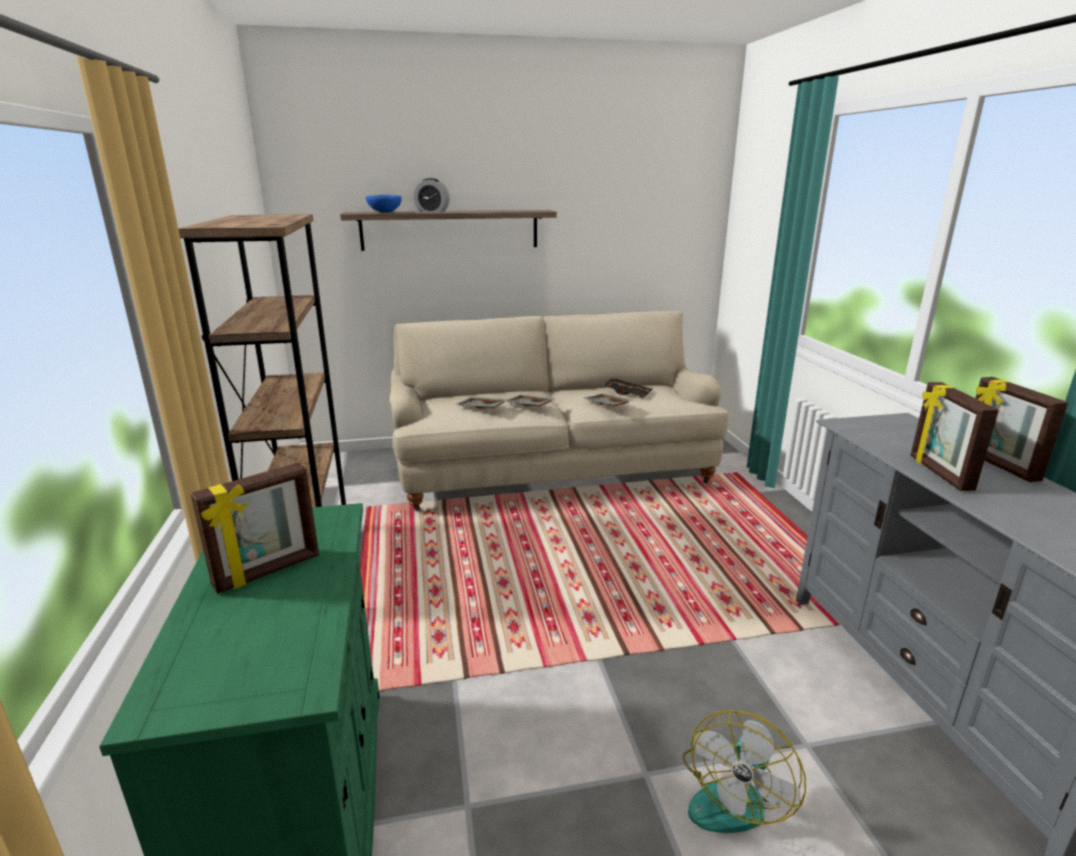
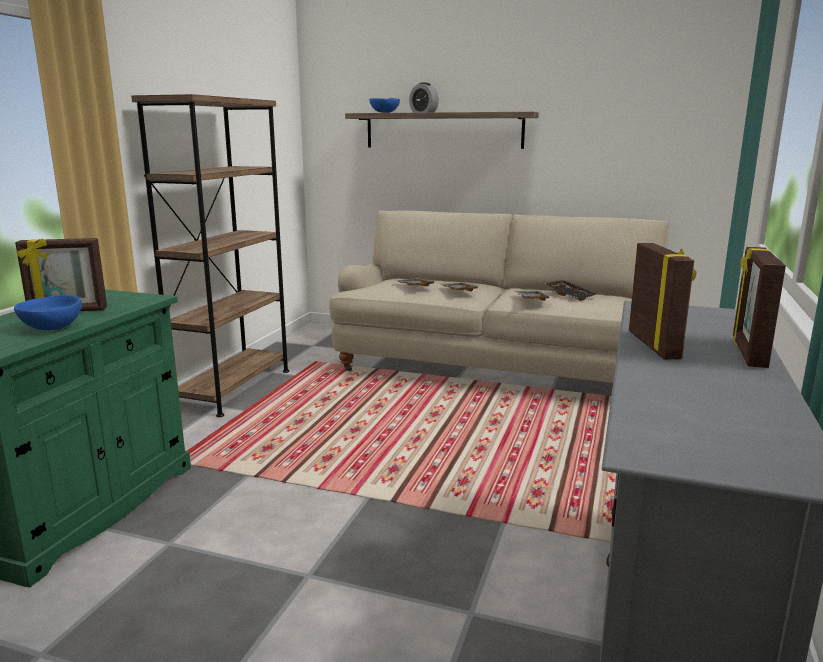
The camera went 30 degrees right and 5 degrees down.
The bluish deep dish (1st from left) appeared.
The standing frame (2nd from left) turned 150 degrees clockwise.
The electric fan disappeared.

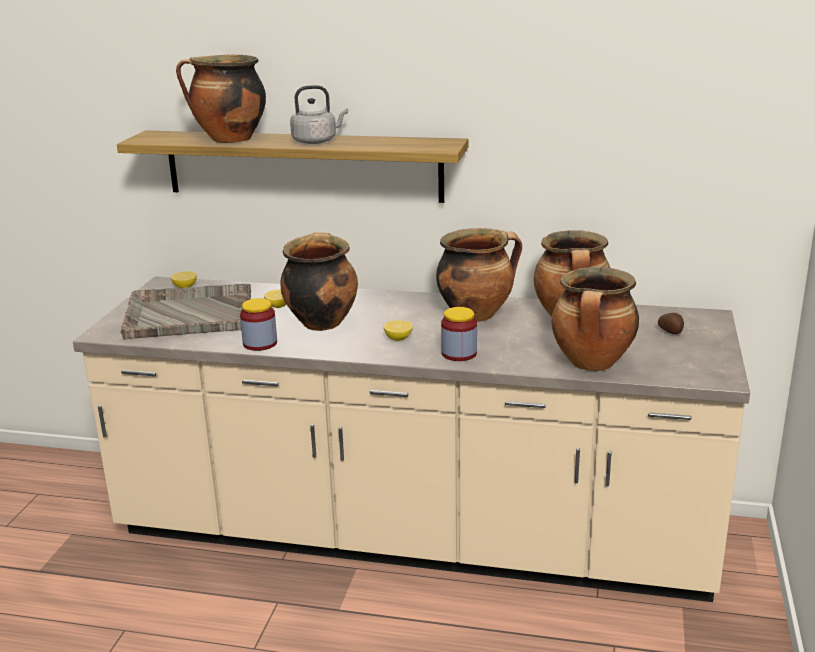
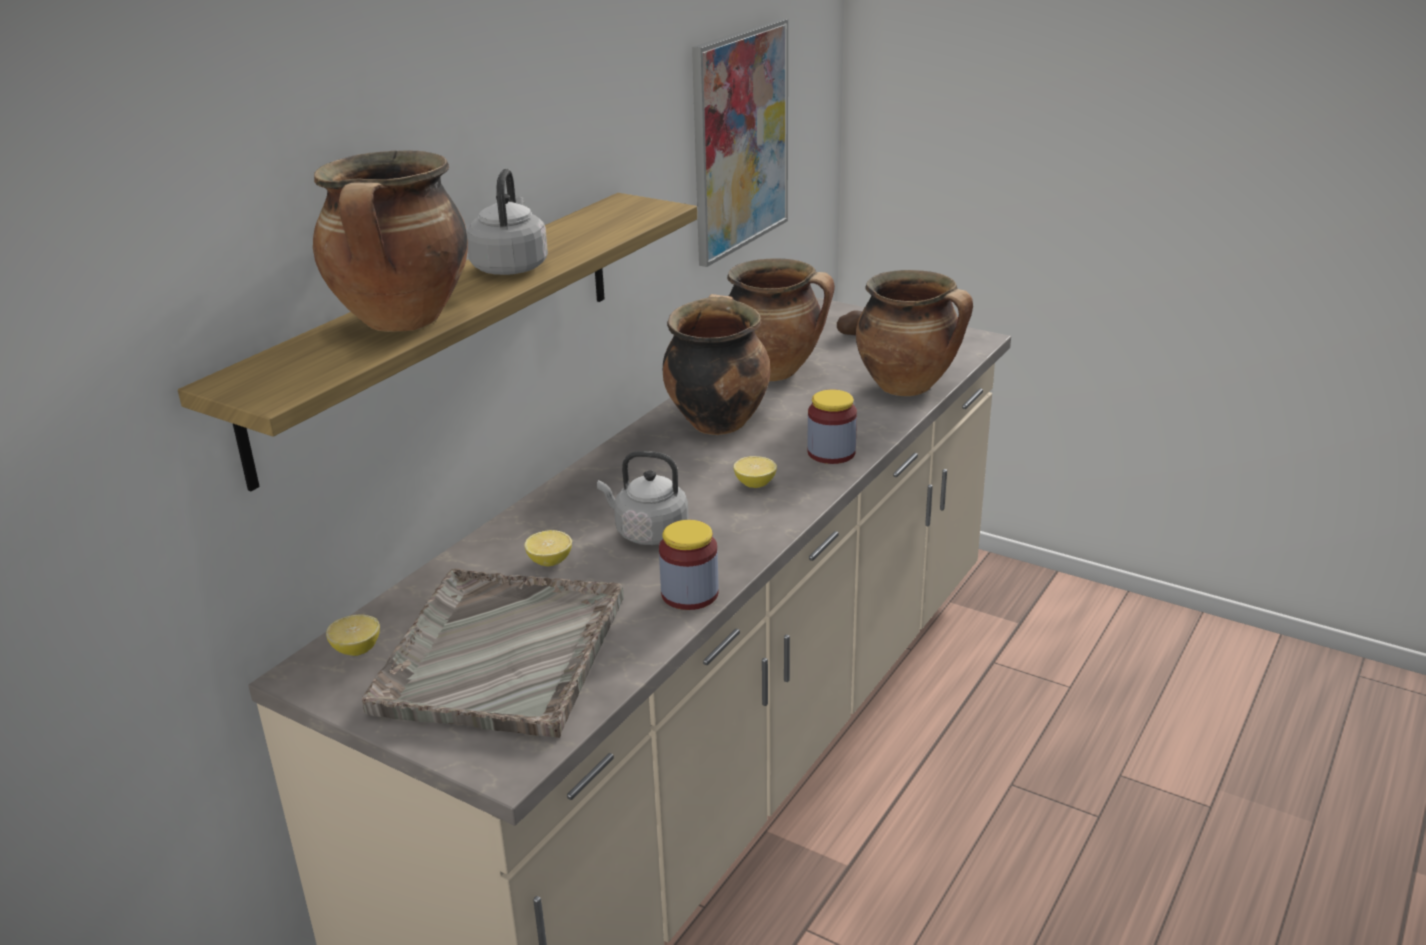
The camera went 70 degrees left and 5 degrees up.
The saucepot (2nd from left) was replaced by the grey kettle (2nd from left).
The picture appeared.

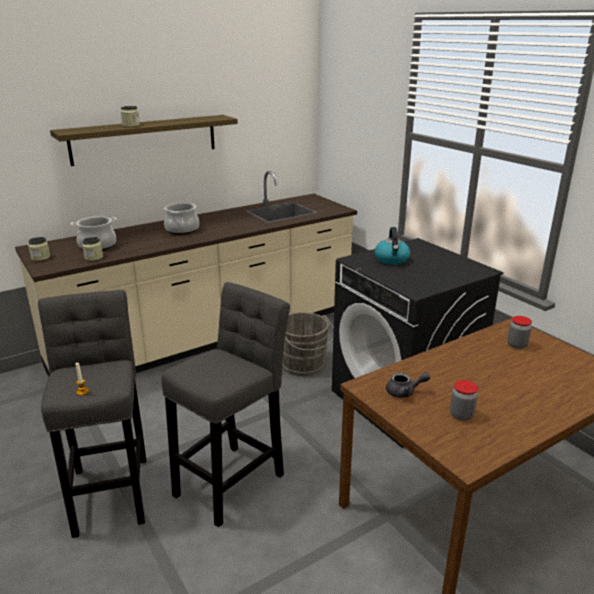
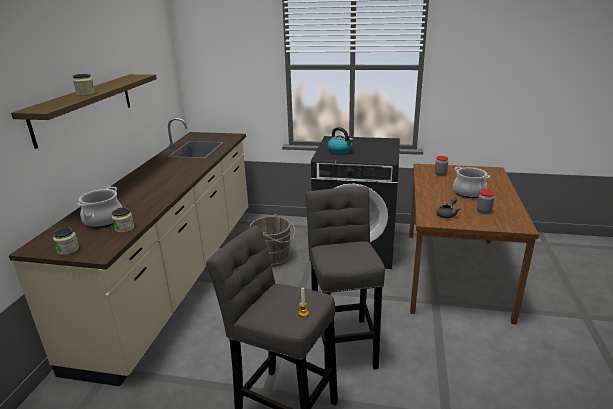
The camera went 45 degrees left and 0 degrees up.
The saucepot (2nd from left) moved.

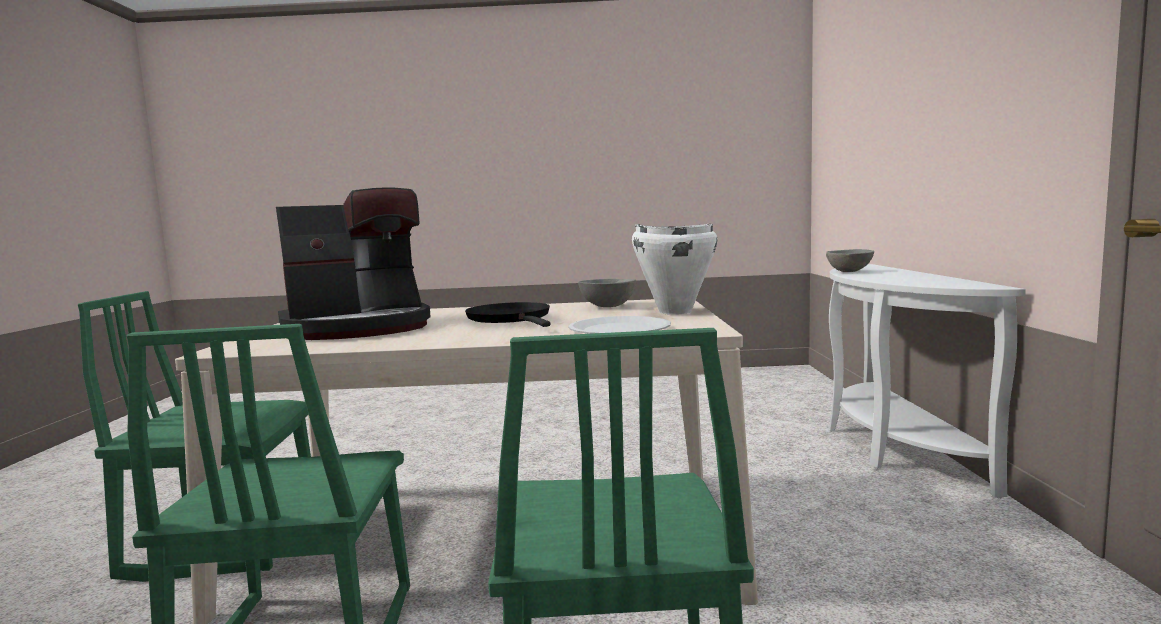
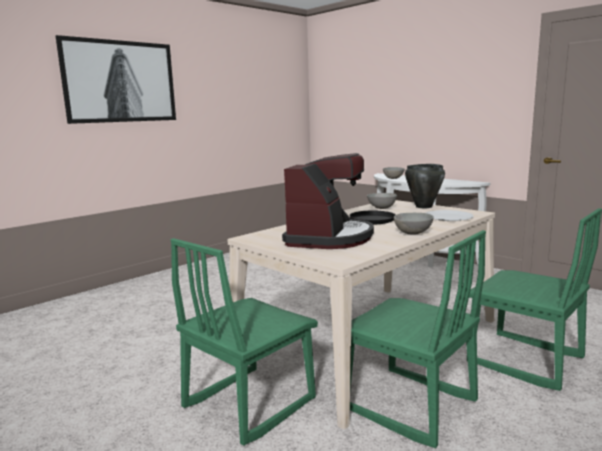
The camera went 45 degrees left and 5 degrees up.
The picture appeared.
The grey deep dish (3rd from left) appeared.
The white-coloured saucepot became the black saucepot.

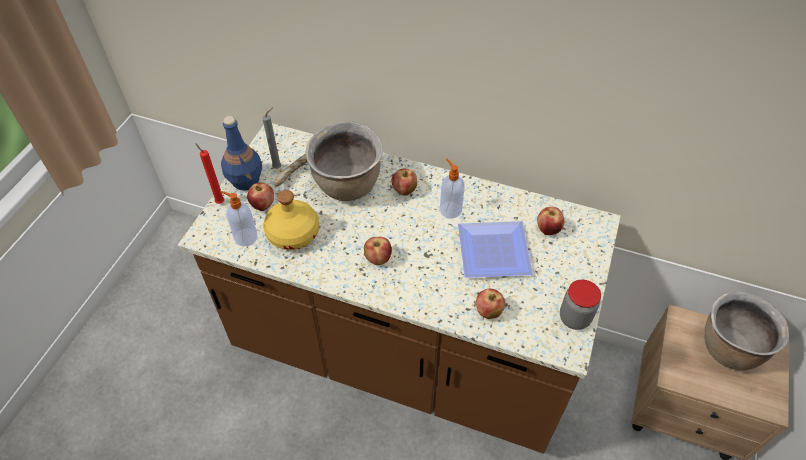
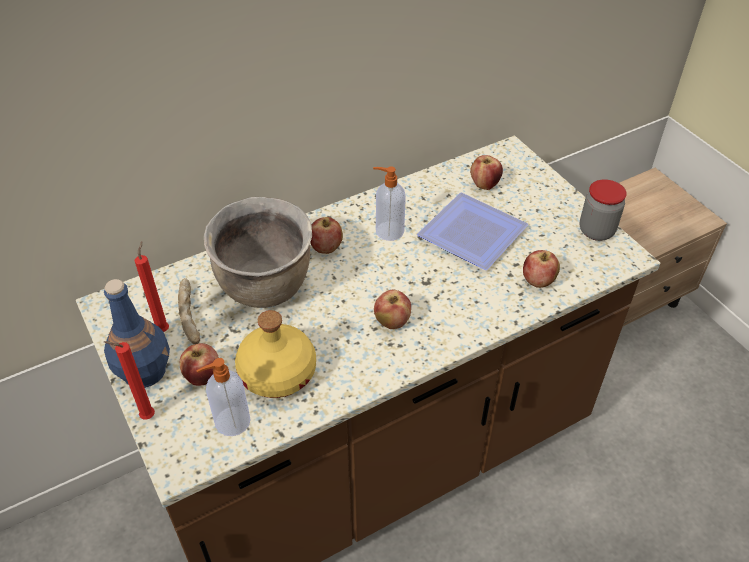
The camera went 50 degrees left and 5 degrees down.
The grey wax light became the reddish wax light (2nd from left).
The brownish saucepot (2nd from left) disappeared.

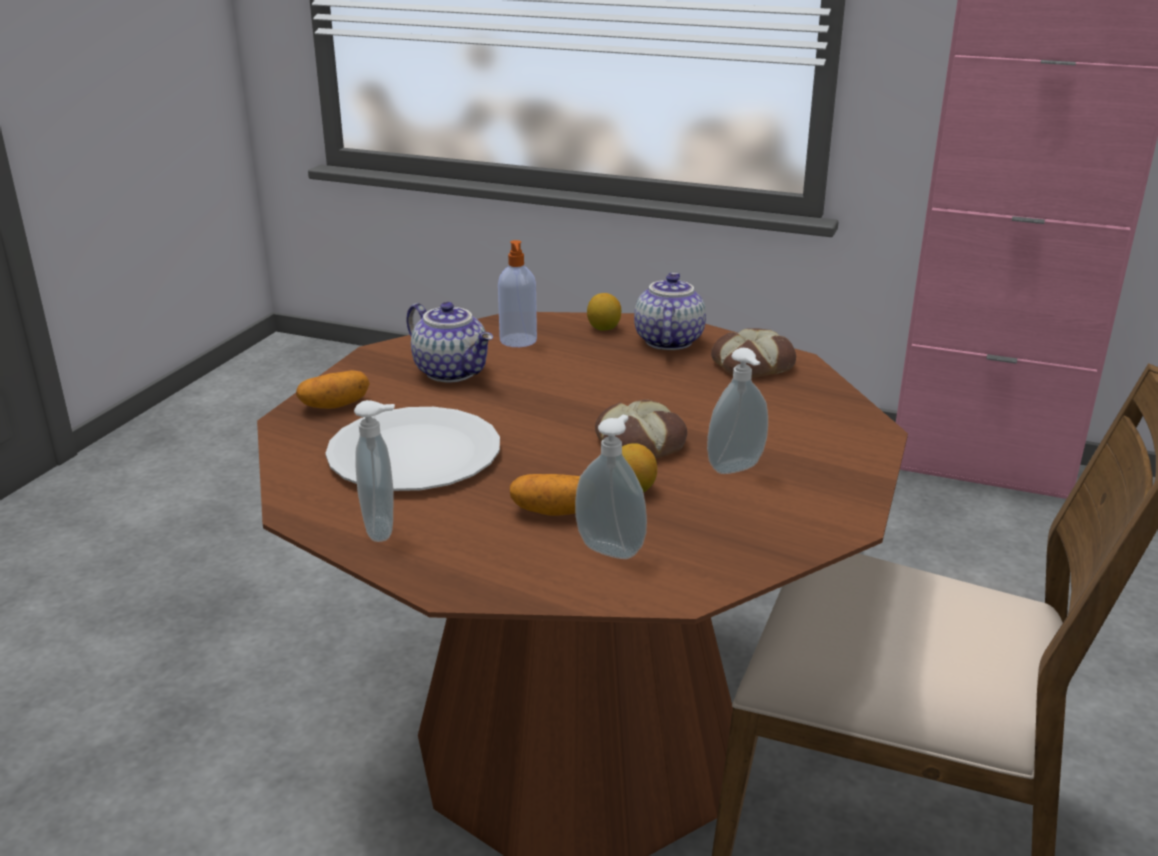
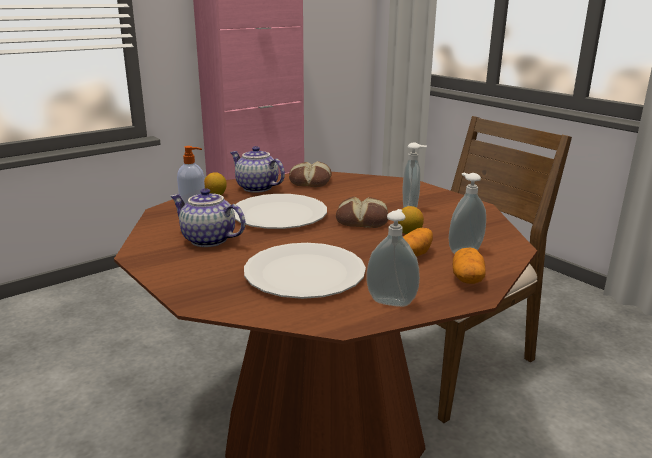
The camera went 60 degrees left and 5 degrees down.
The pot for tea (1st from left) turned 135 degrees counterclockwise.
The white-coloured flat dish (1st from left) appeared.
The whole potato (1st from left in the first image) moved.

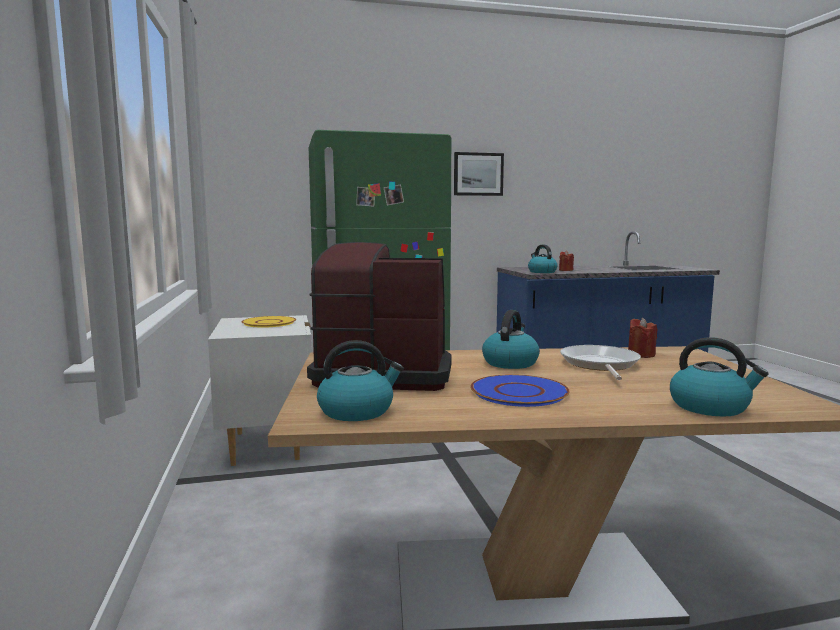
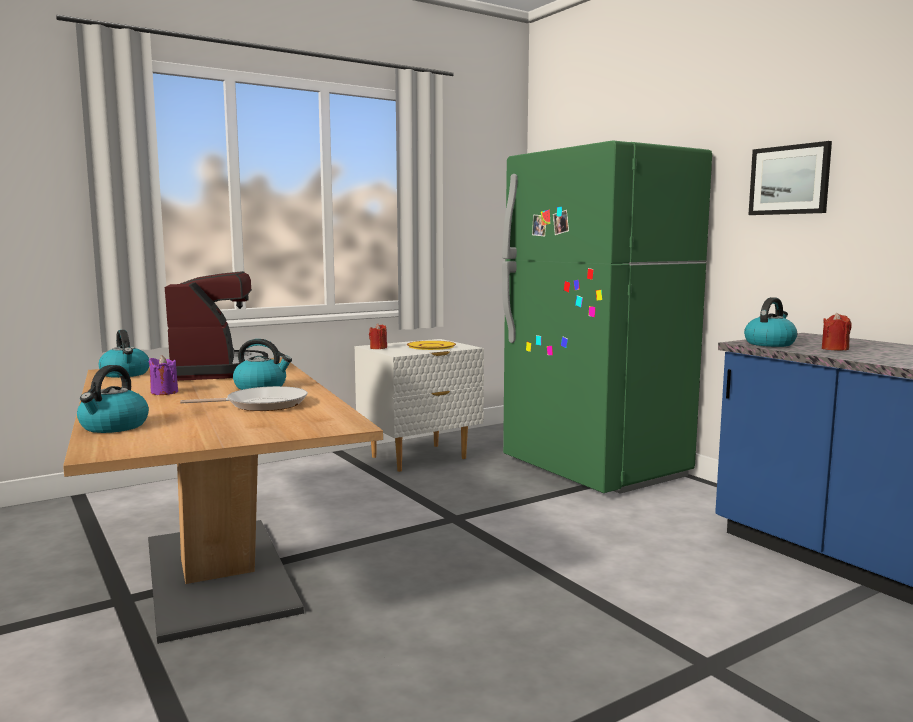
The camera went 70 degrees right and 0 degrees up.
The bluish flat dish was replaced by the purplish wax light.
The reddish wax light (2nd from left in the first image) moved.

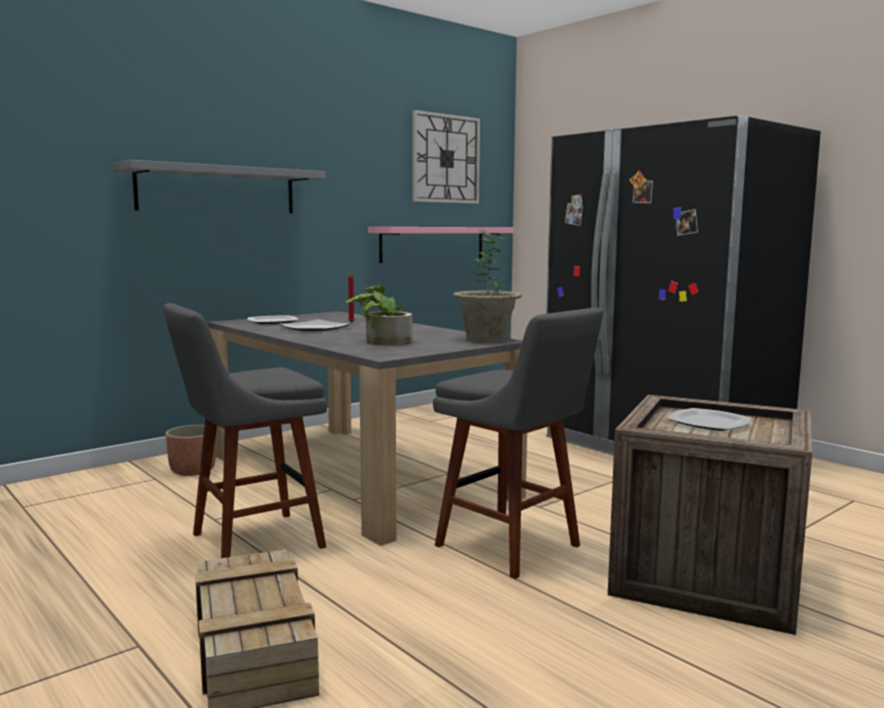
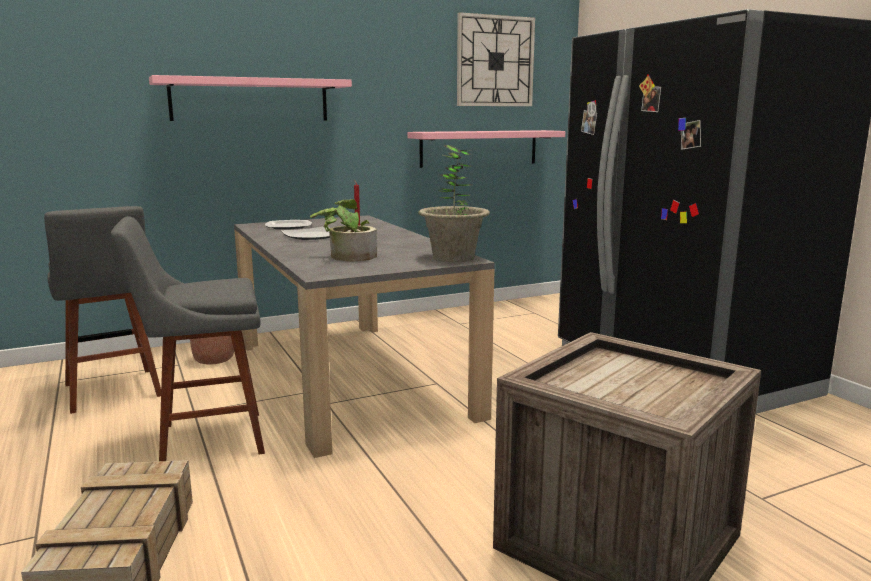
The camera went 15 degrees right and 5 degrees up.
The grey sitting stool (2nd from left in the first image) moved.
The grey bracket shelf became the pink bracket shelf (1st from left).
The flat dish (3rd from left) disappeared.

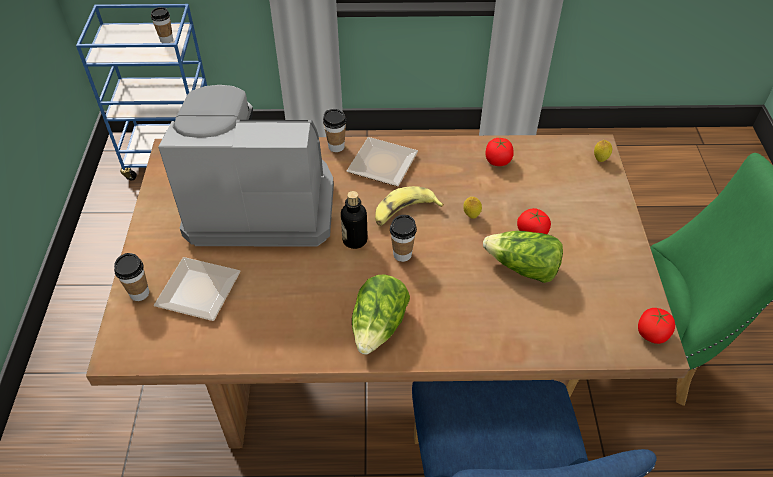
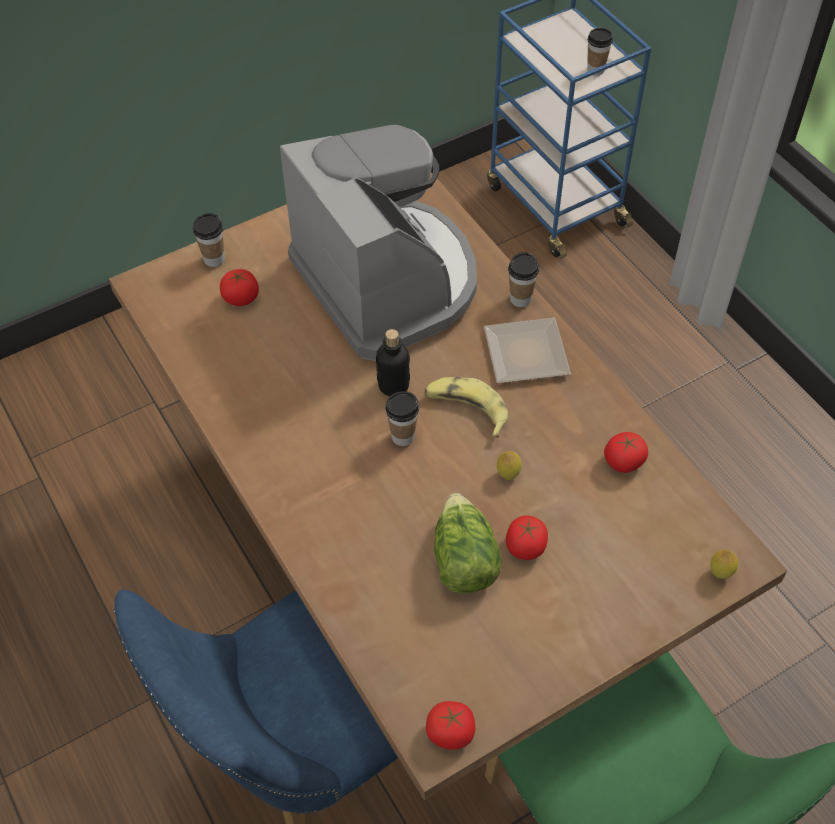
The camera went 60 degrees right and 5 degrees up.
The flat dish (1st from left) was replaced by the whole tomato (1st from left).
The lettuce (1st from left) disappeared.

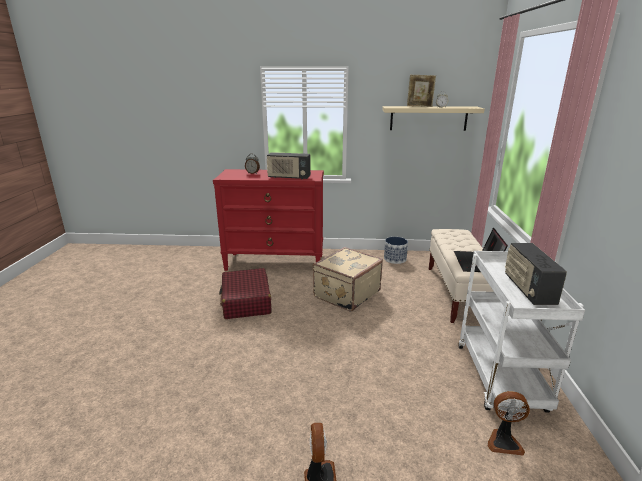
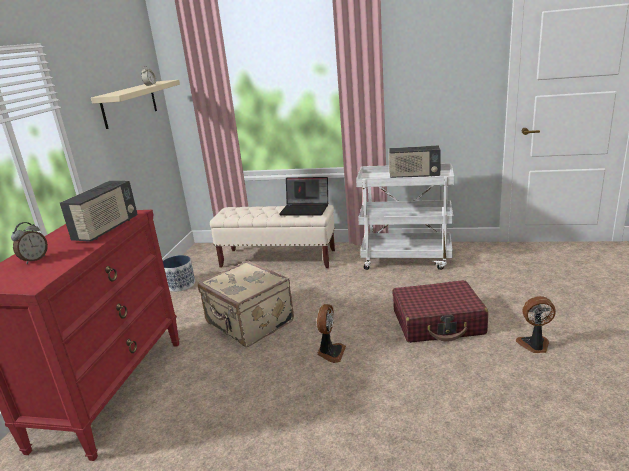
The camera went 80 degrees left and 0 degrees up.
The electric fan (2nd from left in the first image) moved.
The reddish piece of luggage moved.
The standing frame disappeared.

